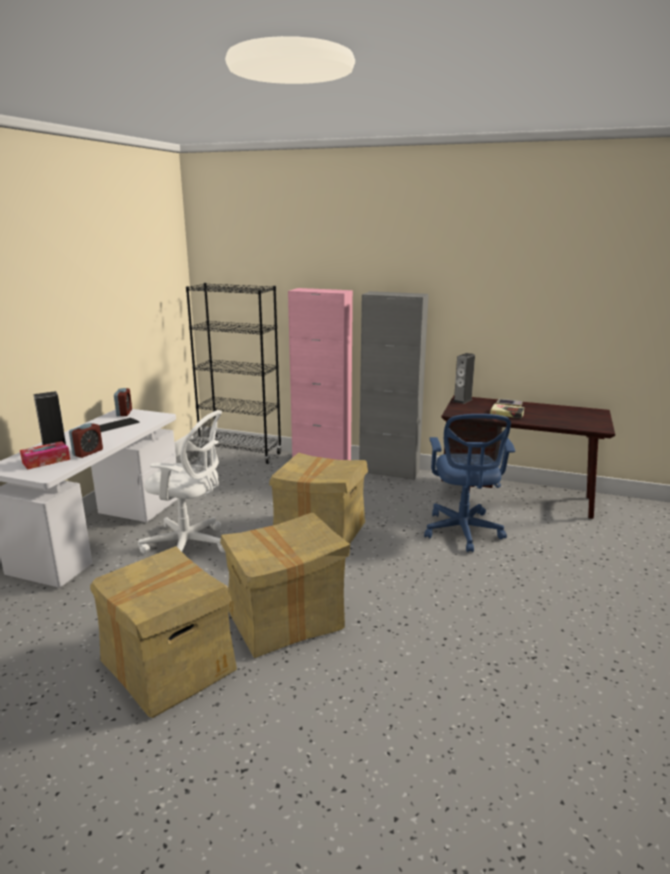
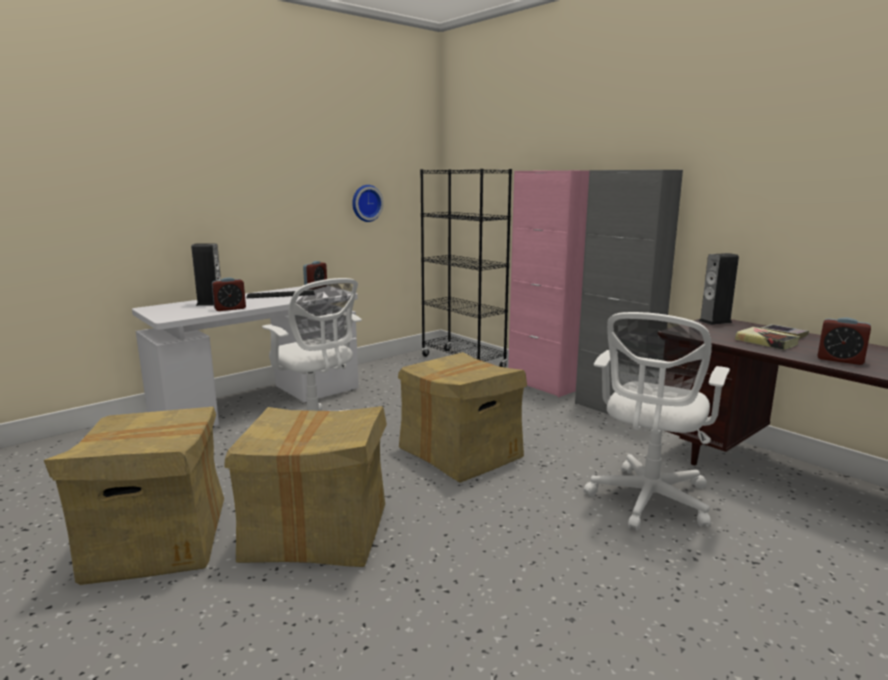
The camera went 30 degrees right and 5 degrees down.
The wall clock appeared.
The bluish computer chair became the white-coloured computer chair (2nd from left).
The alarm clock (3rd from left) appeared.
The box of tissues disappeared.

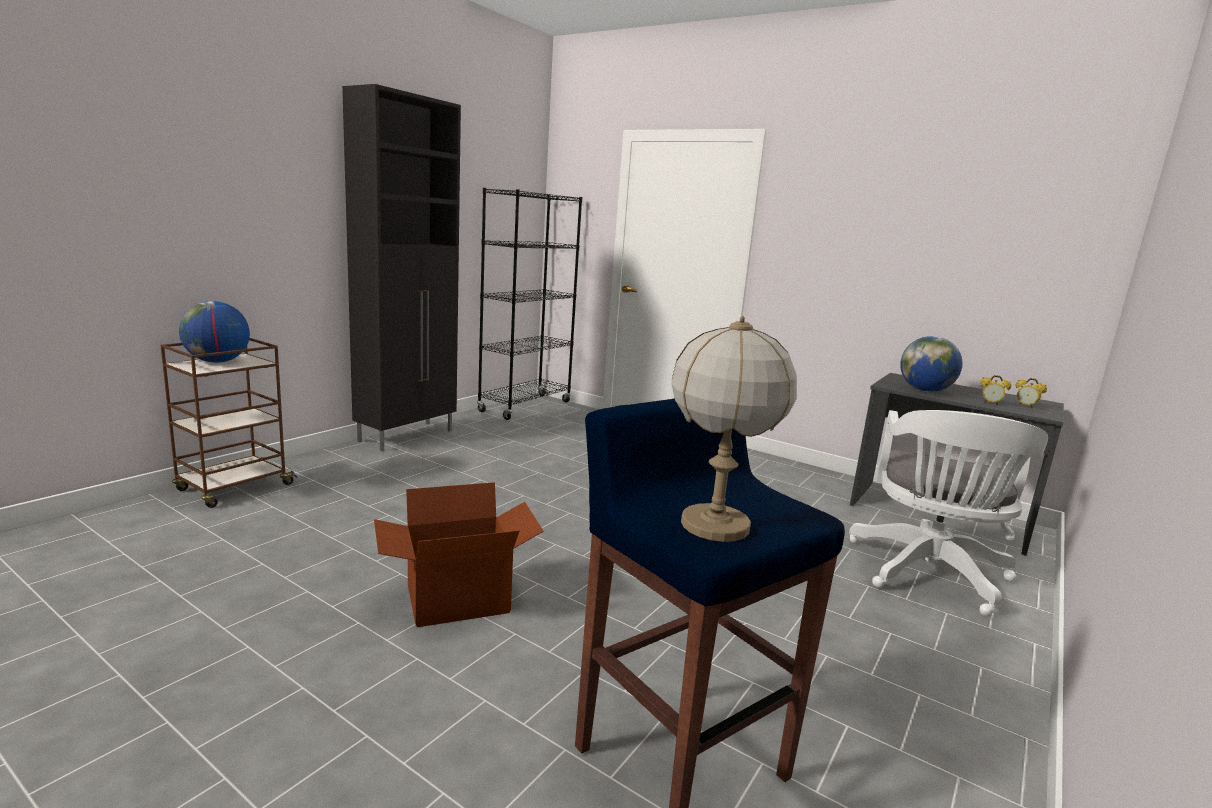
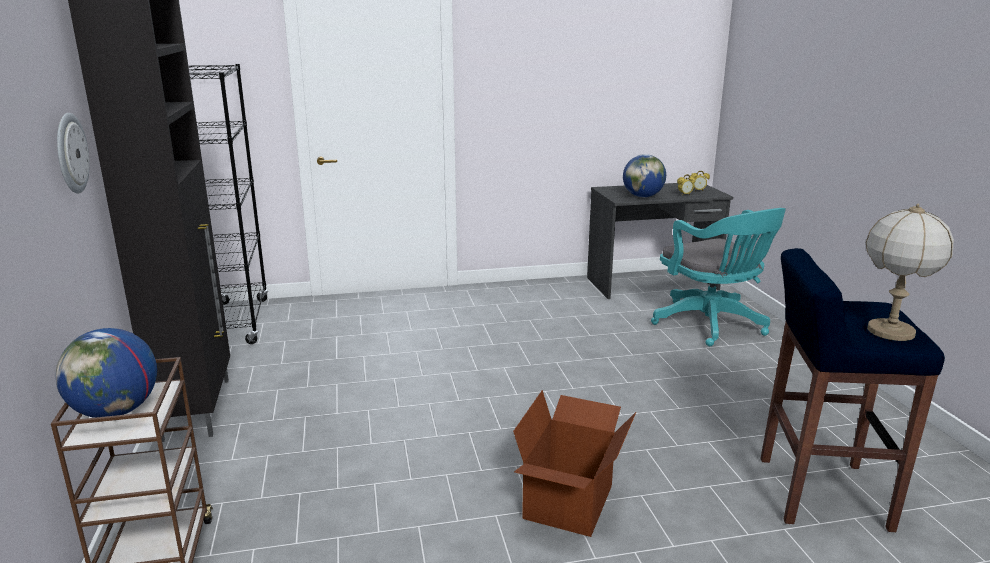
The camera went 45 degrees left and 5 degrees up.
The wall clock appeared.
The white-coloured computer chair became the turquoise-coloured computer chair.

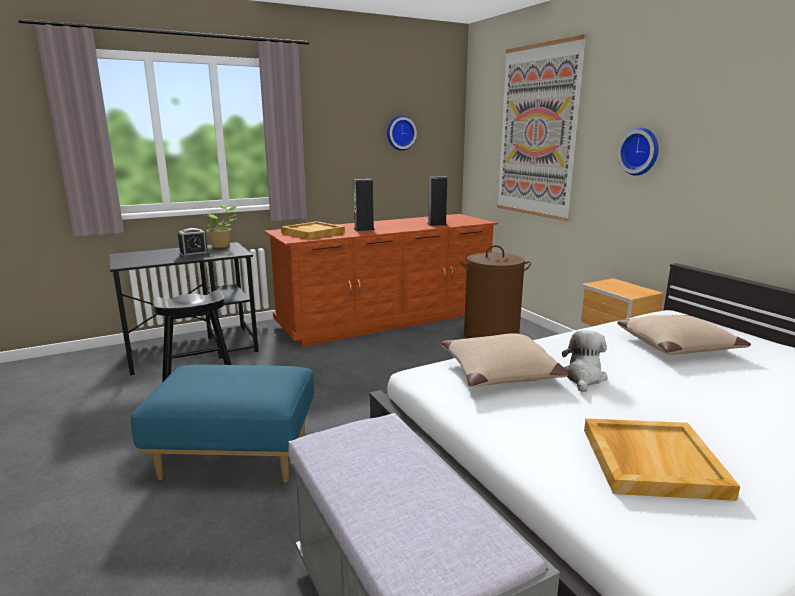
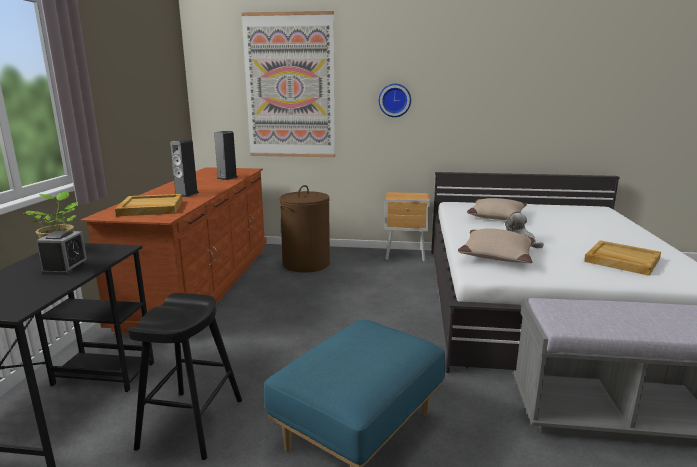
The camera went 55 degrees left and 0 degrees up.
The wall clock (1st from left) disappeared.

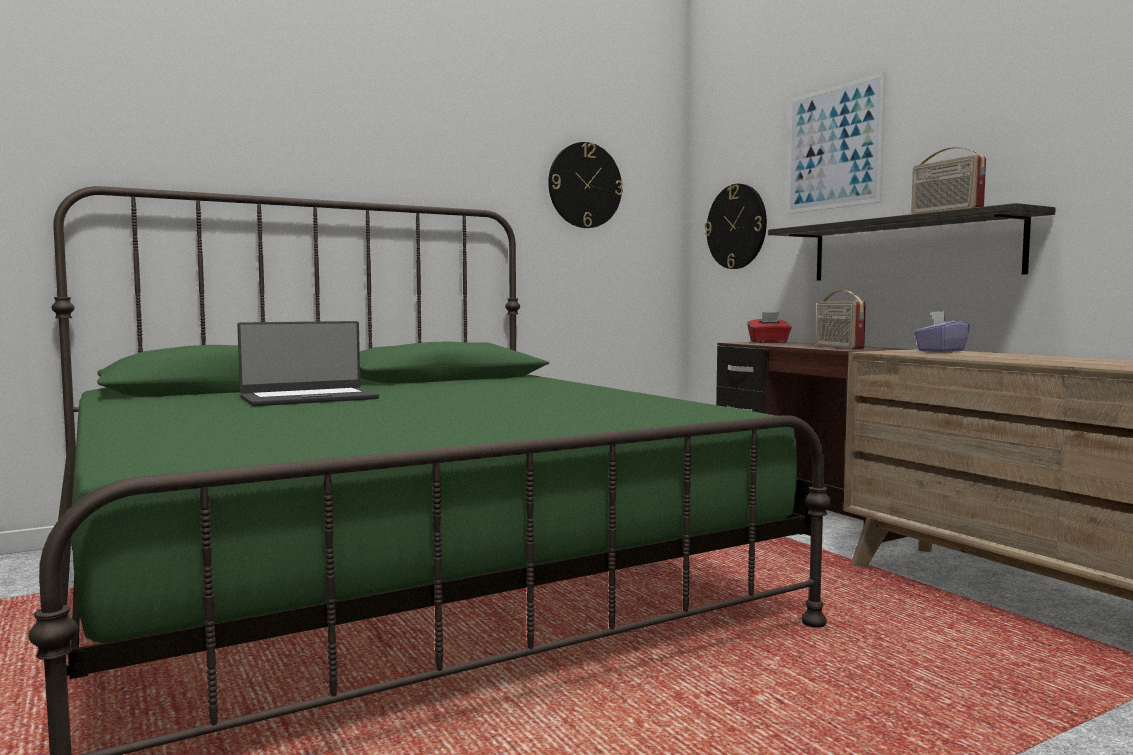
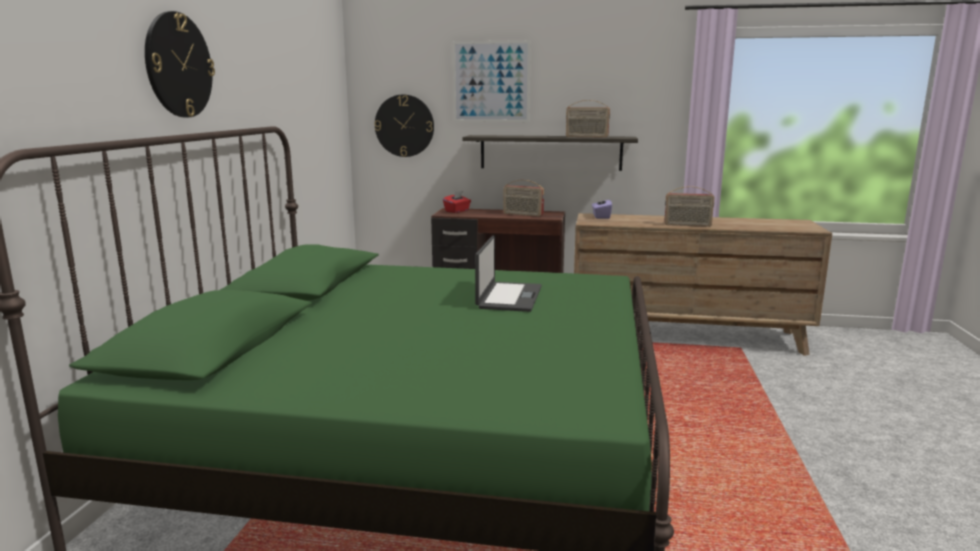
The camera went 50 degrees left and 10 degrees up.
The wall clock (1st from left) moved.
The notebook computer moved.
The radio set (3rd from left) appeared.

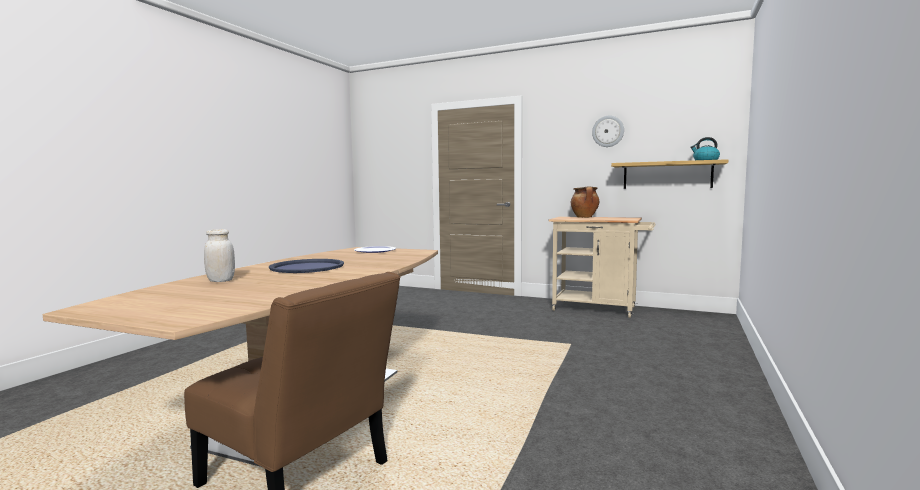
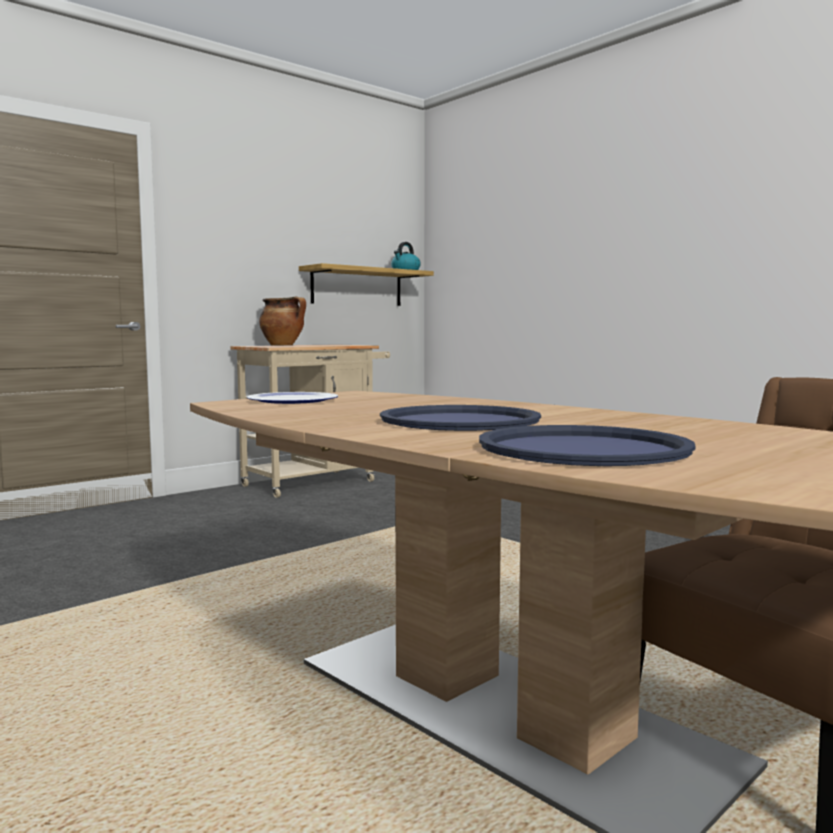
The camera went 65 degrees left and 0 degrees up.
The white-coloured storage jar was replaced by the bluish tray (2nd from left).
The wall clock disappeared.

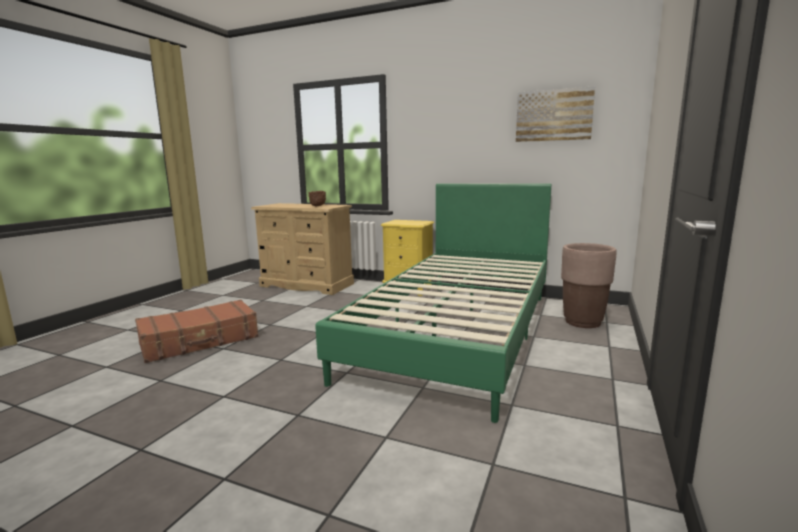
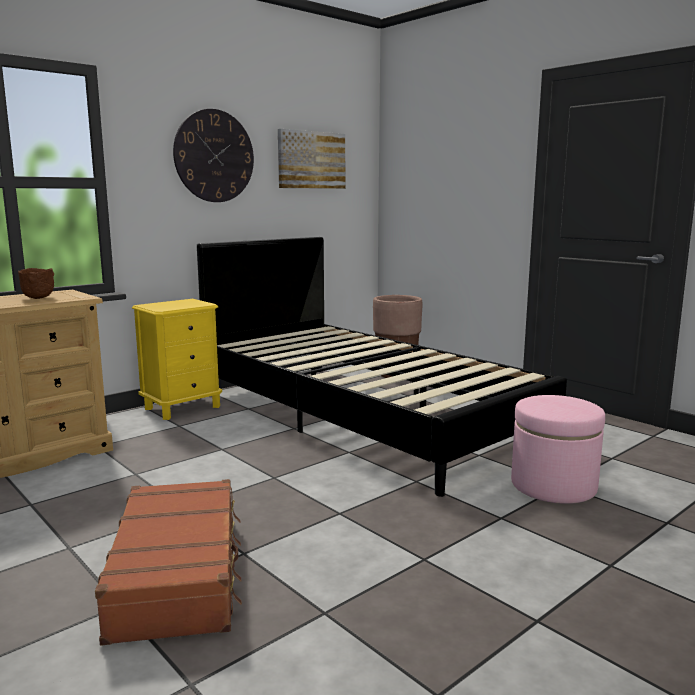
The camera went 65 degrees left and 0 degrees up.
The wall clock appeared.
The green bedroom bed became the black bedroom bed.
The pink pouffe appeared.

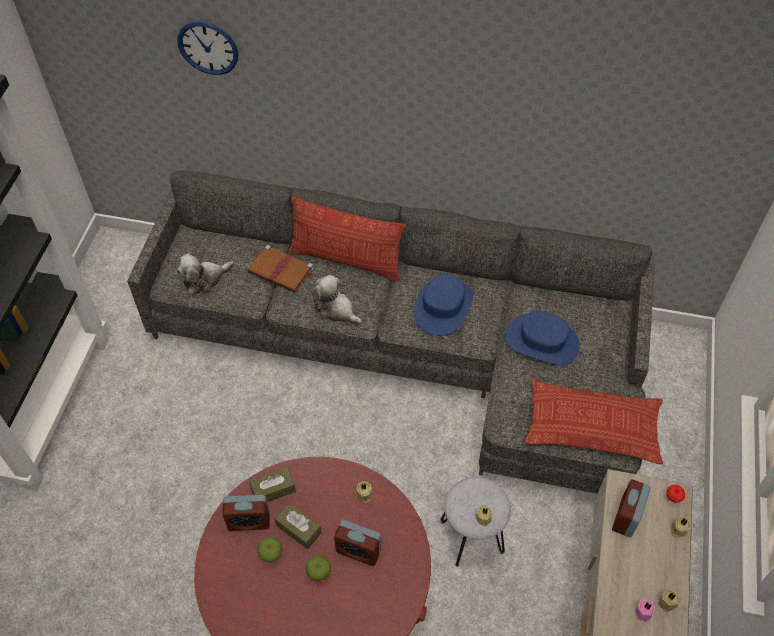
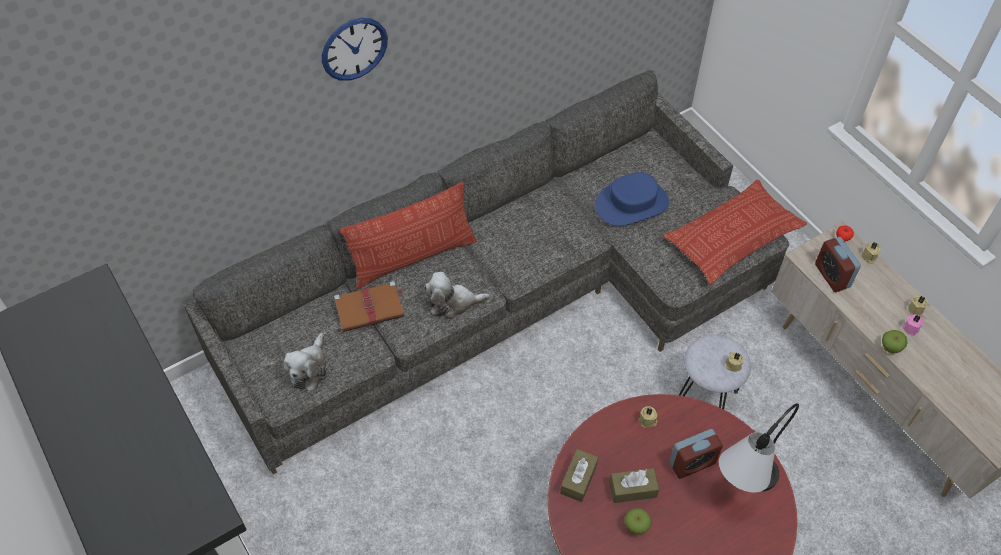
The camera went 45 degrees left and 0 degrees up.
The wall clock moved.
The lamp for a table appeared.
The apple (2nd from left in the first image) moved.
The alarm clock (1st from left) disappeared.
The bluish wearable hat (1st from left) disappeared.

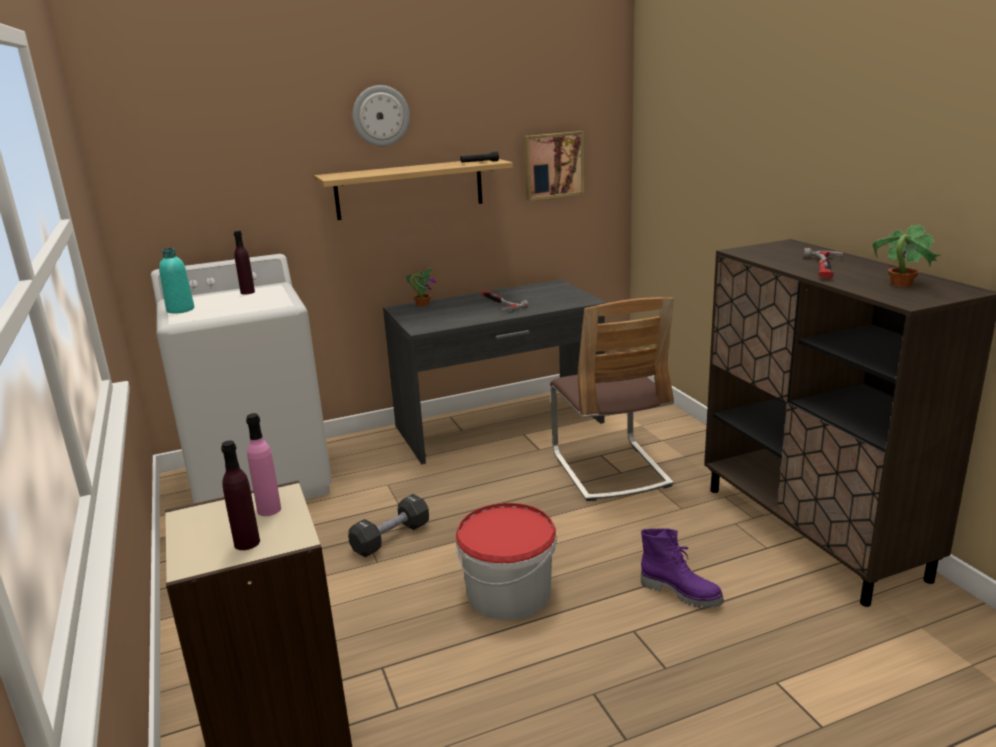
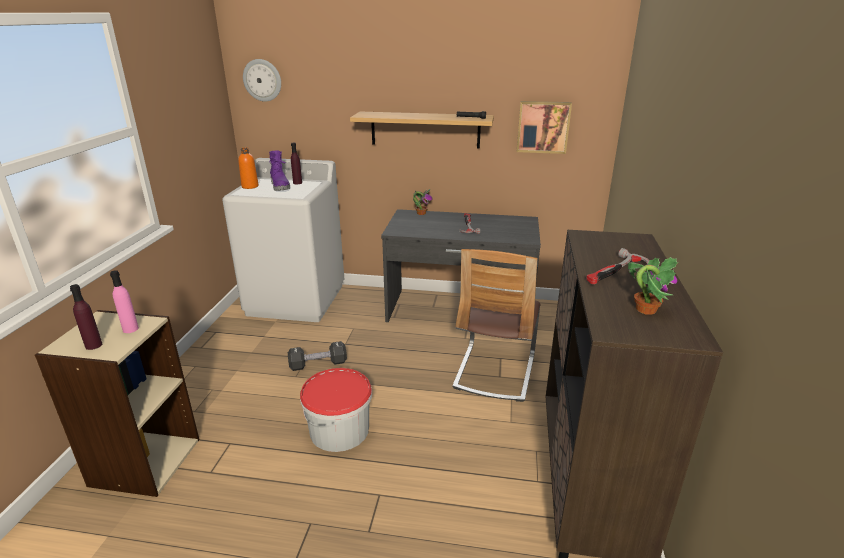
The camera went 30 degrees right and 5 degrees up.
The turquoise-coloured drink bottle became the orange-coloured drink bottle.
The wall clock moved.
The purplish tall boot moved.

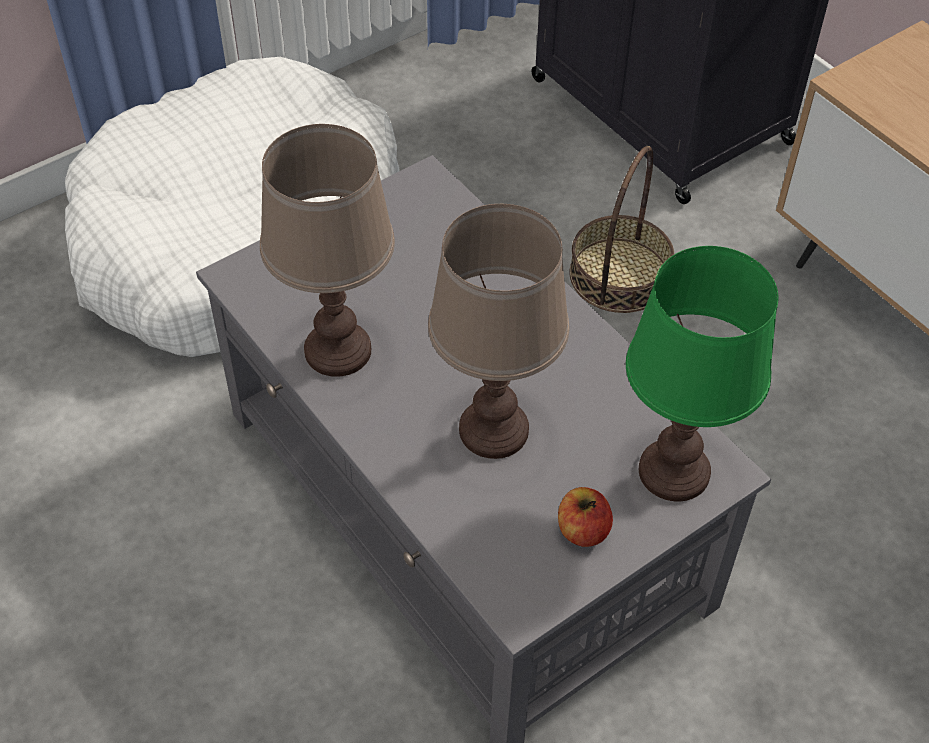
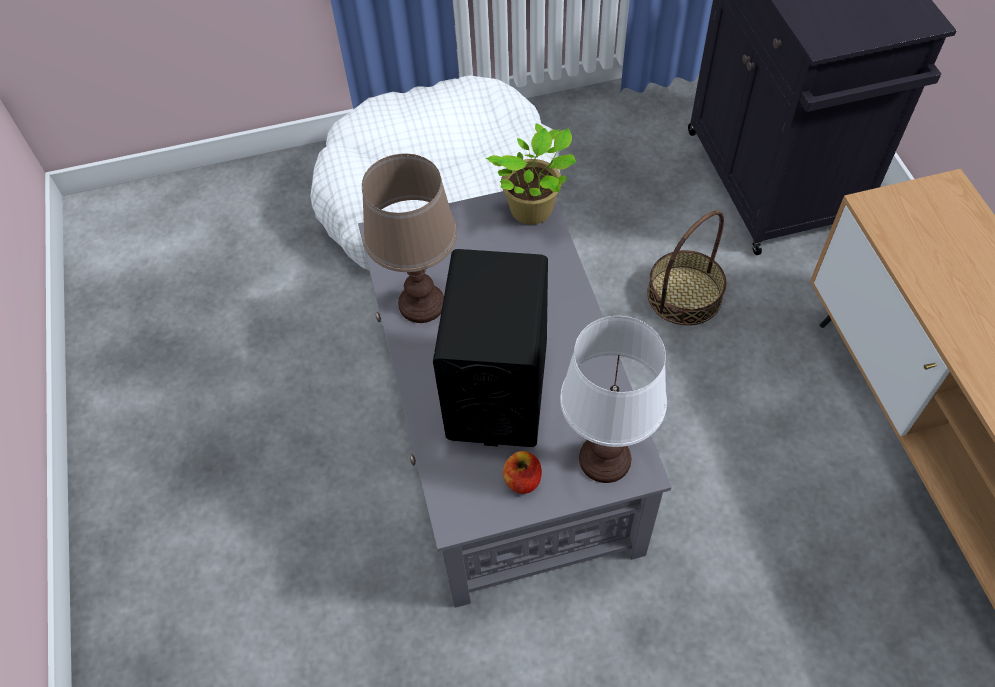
The camera went 25 degrees right and 5 degrees up.
The brownish lamp for a table (2nd from left) was replaced by the black audio speaker.
The potted plant appeared.
The green lamp for a table became the white-coloured lamp for a table.

